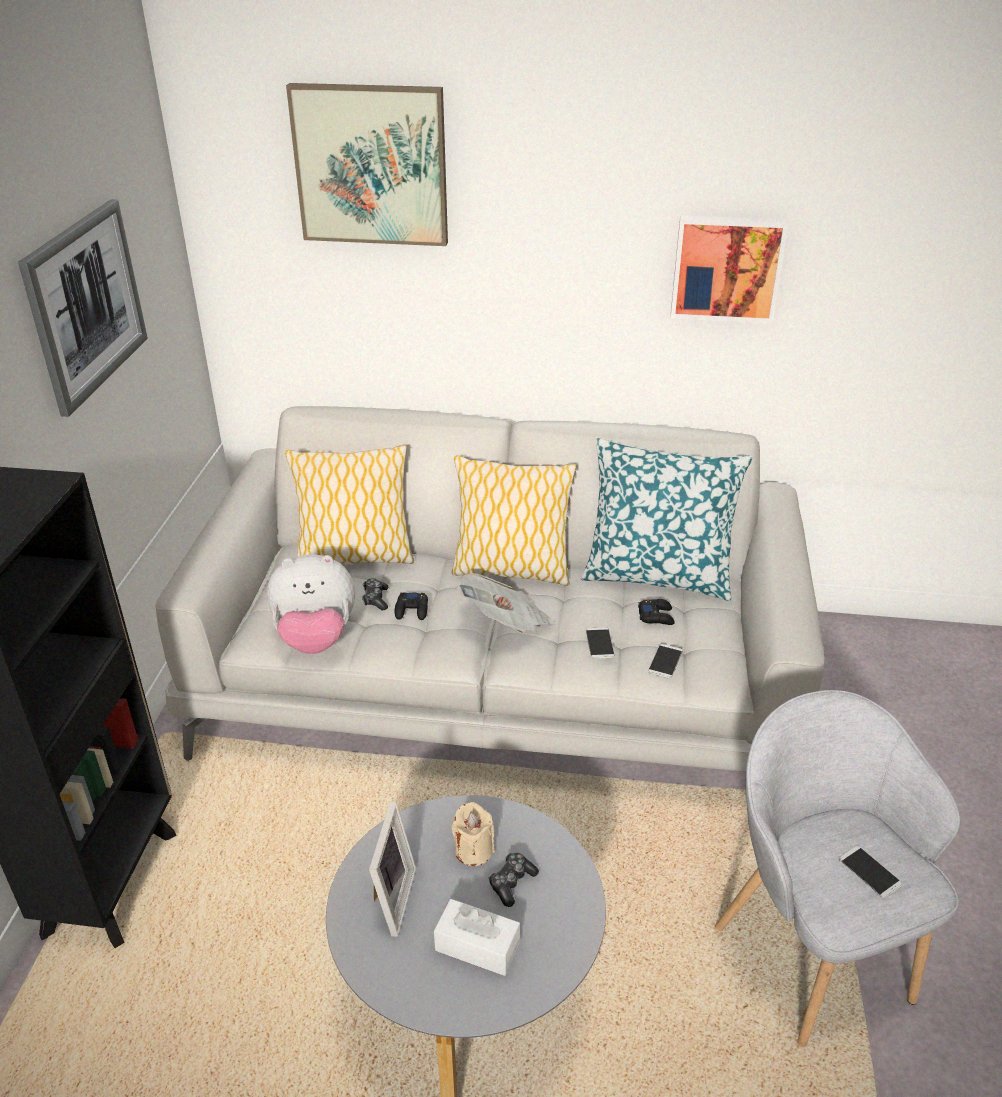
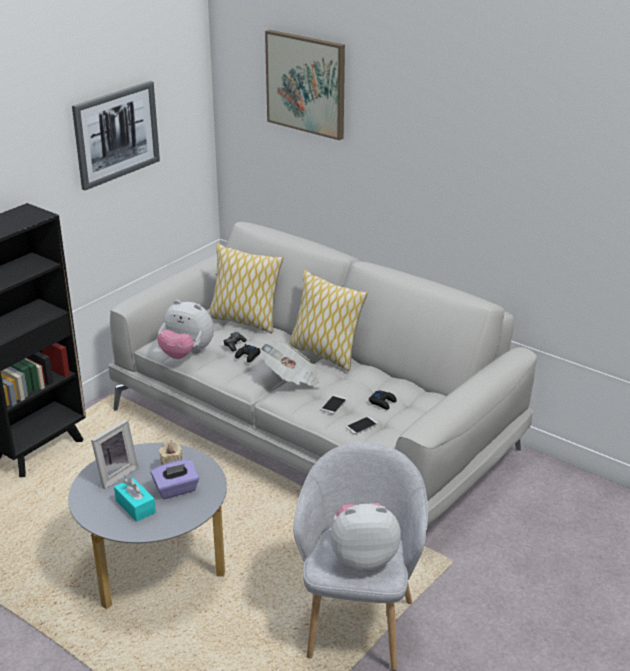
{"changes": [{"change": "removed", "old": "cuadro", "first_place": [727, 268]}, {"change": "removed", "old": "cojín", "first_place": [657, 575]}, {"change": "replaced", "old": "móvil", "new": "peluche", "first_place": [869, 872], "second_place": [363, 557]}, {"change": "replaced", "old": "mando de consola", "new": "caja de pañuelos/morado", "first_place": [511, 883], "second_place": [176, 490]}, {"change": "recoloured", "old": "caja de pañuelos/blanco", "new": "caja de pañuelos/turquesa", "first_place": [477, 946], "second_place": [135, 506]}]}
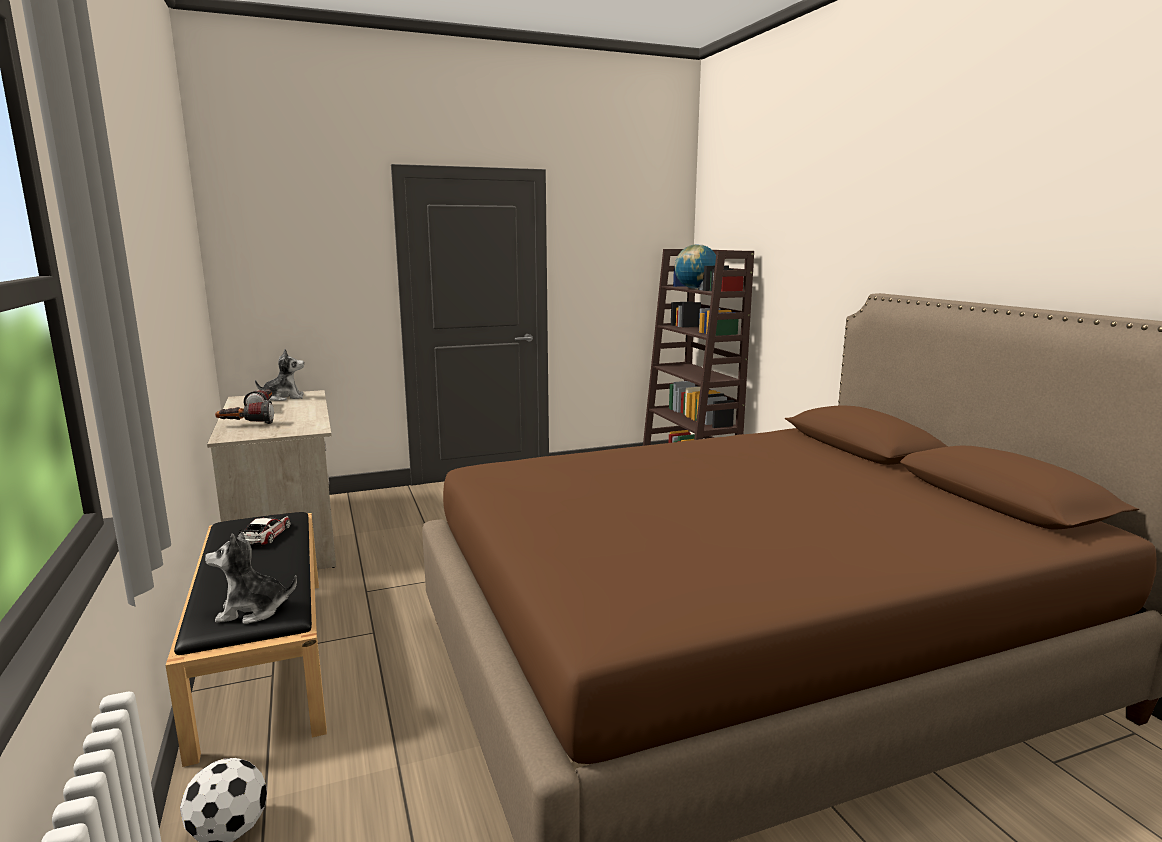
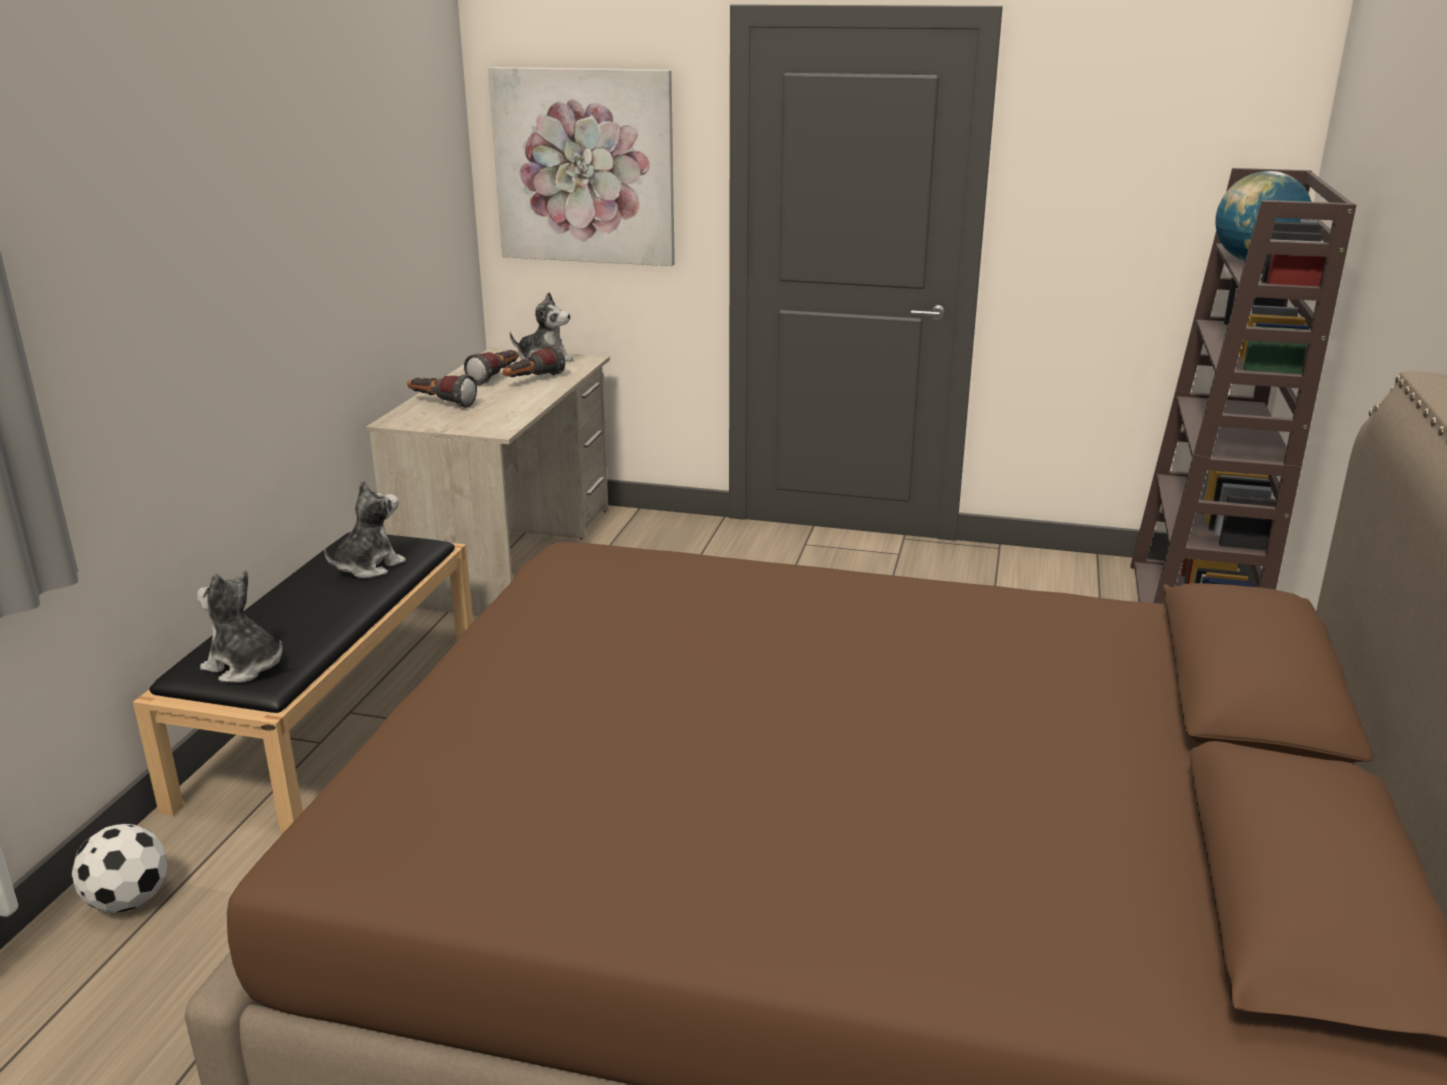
{"changes": [{"change": "replaced", "old": "coche de juguete", "new": "peluche", "first_place": [266, 535], "second_place": [368, 567]}, {"change": "added", "new": "cuadro", "second_place": [584, 167]}, {"change": "added", "new": "linterna", "second_place": [532, 380]}]}
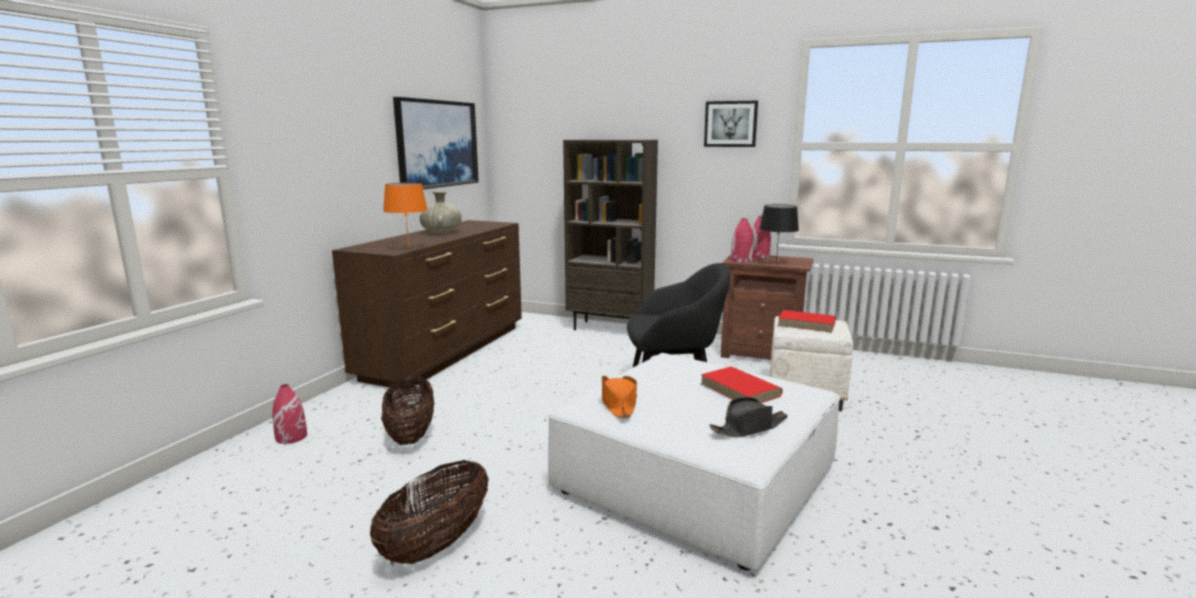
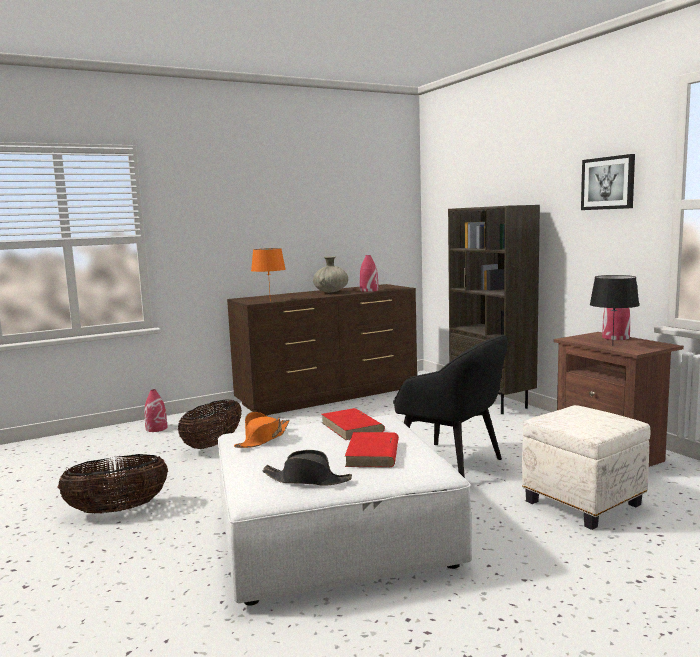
{"changes": [{"change": "removed", "old": "cuadro", "first_place": [437, 144]}, {"change": "moved", "old": "florero/rojo", "first_place": [741, 260], "second_place": [369, 290]}, {"change": "moved", "old": "libro/rojo", "first_place": [807, 324], "second_place": [352, 427]}]}
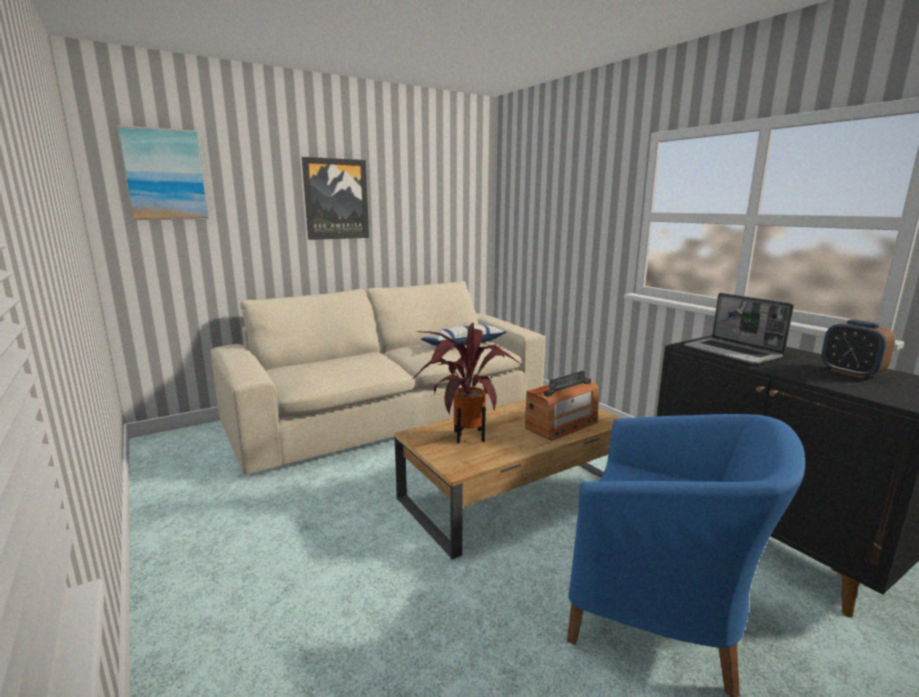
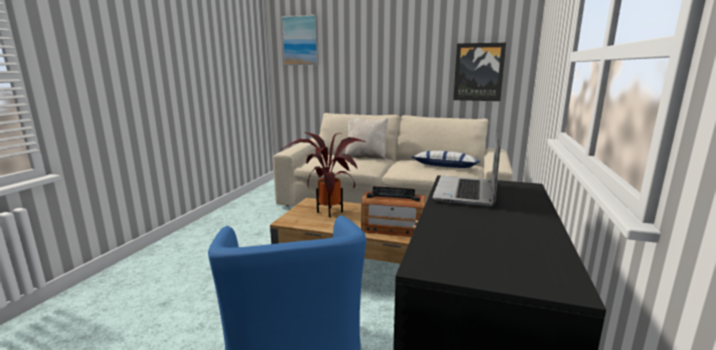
{"changes": [{"change": "moved", "old": "cuadro", "first_place": [336, 199], "second_place": [478, 72]}, {"change": "removed", "old": "despertador", "first_place": [850, 373]}, {"change": "added", "new": "cojín/beis", "second_place": [366, 157]}]}
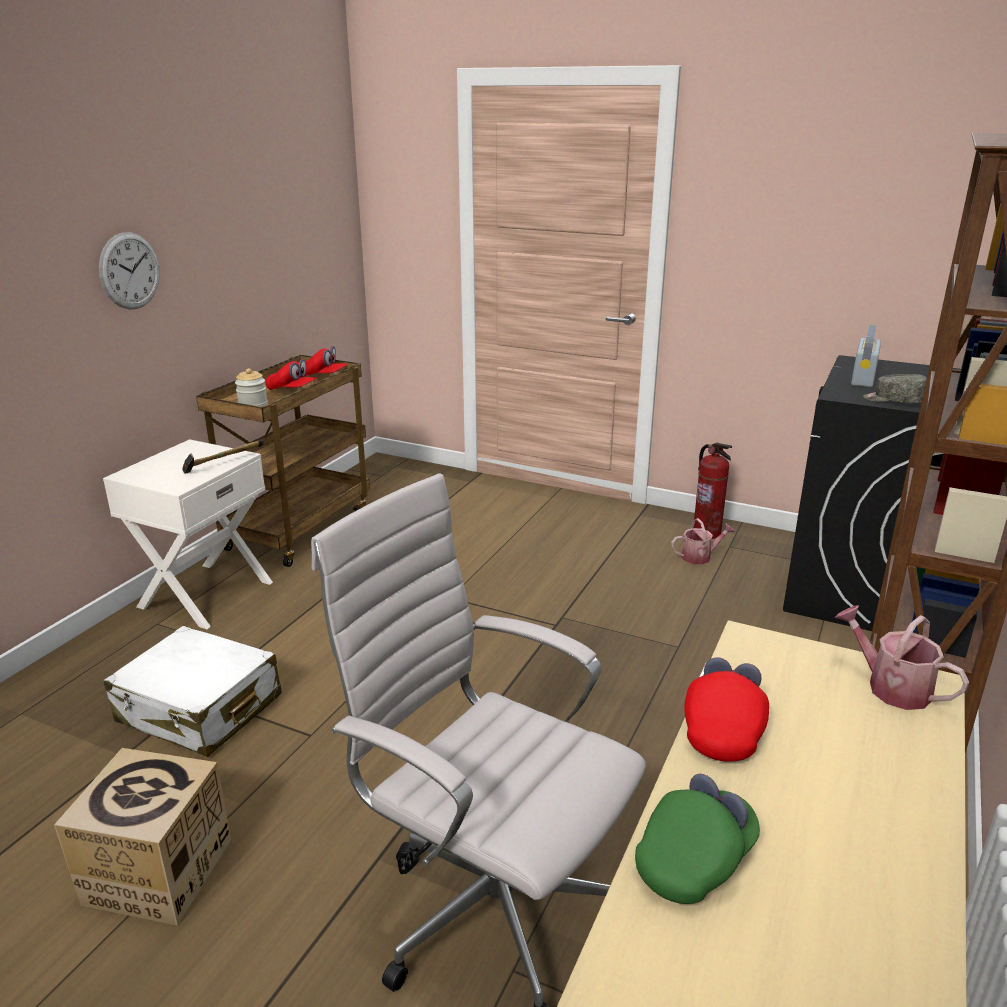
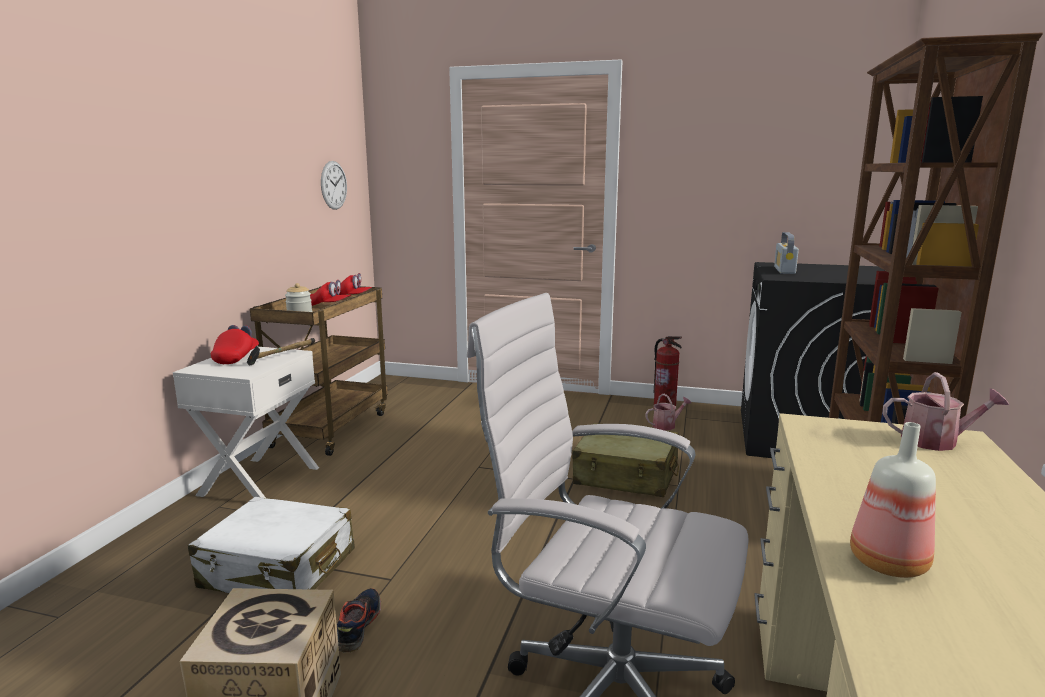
{"changes": [{"change": "moved", "old": "reloj de pared", "first_place": [130, 271], "second_place": [333, 185]}, {"change": "removed", "old": "gorra/gris", "first_place": [893, 401]}, {"change": "turned", "old": "regadera", "first_place": [890, 686], "second_place": [936, 441], "degrees": 150}, {"change": "moved", "old": "gorra/rojo", "first_place": [723, 729], "second_place": [236, 358]}, {"change": "replaced", "old": "gorra/verde", "new": "botella", "first_place": [695, 860], "second_place": [885, 563]}, {"change": "added", "new": "maleta/beis", "second_place": [626, 475]}, {"change": "added", "new": "zapato", "second_place": [358, 626]}]}
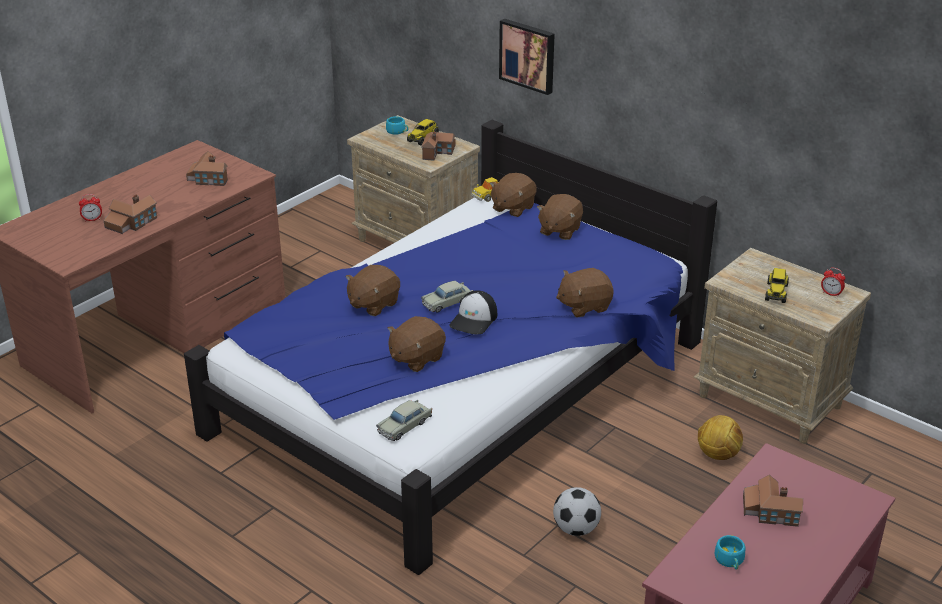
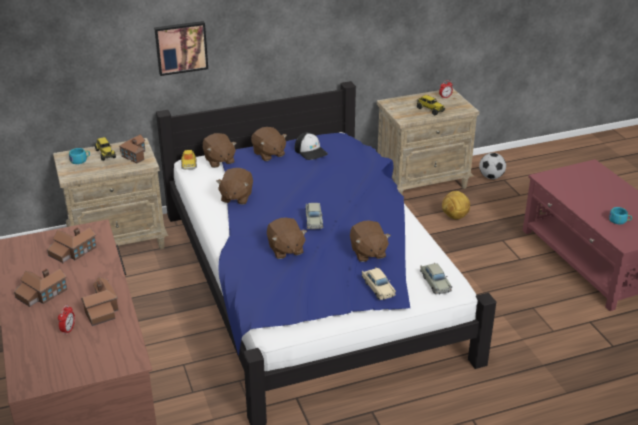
{"changes": [{"change": "moved", "old": "peluche/marrón", "first_place": [584, 306], "second_place": [236, 197]}, {"change": "moved", "old": "gorra", "first_place": [474, 320], "second_place": [311, 151]}, {"change": "moved", "old": "casita", "first_place": [770, 511], "second_place": [41, 294]}, {"change": "moved", "old": "balón de fútbol", "first_place": [576, 529], "second_place": [491, 177]}, {"change": "added", "new": "coche de juguete/beis", "second_place": [378, 288]}]}
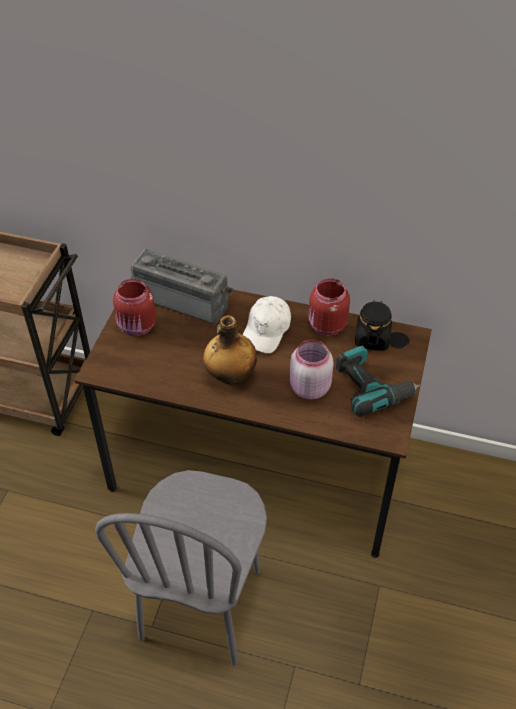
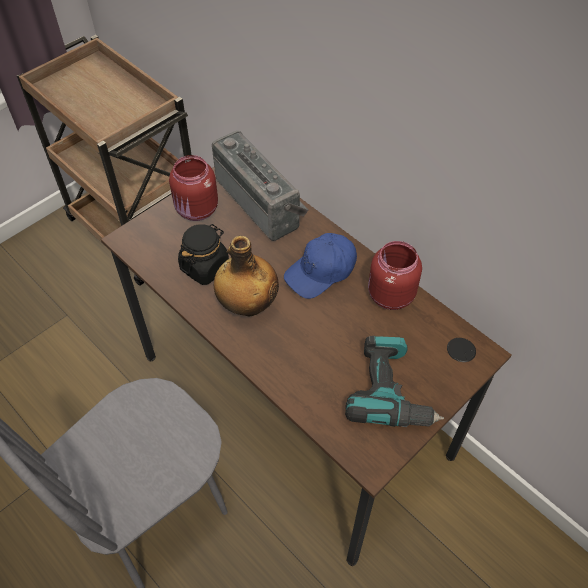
{"changes": [{"change": "recoloured", "old": "gorra/blanco", "new": "gorra/azul", "first_place": [266, 330], "second_place": [321, 271]}, {"change": "moved", "old": "tarro/negro", "first_place": [372, 338], "second_place": [205, 267]}, {"change": "removed", "old": "tarro/rosa", "first_place": [308, 387]}]}
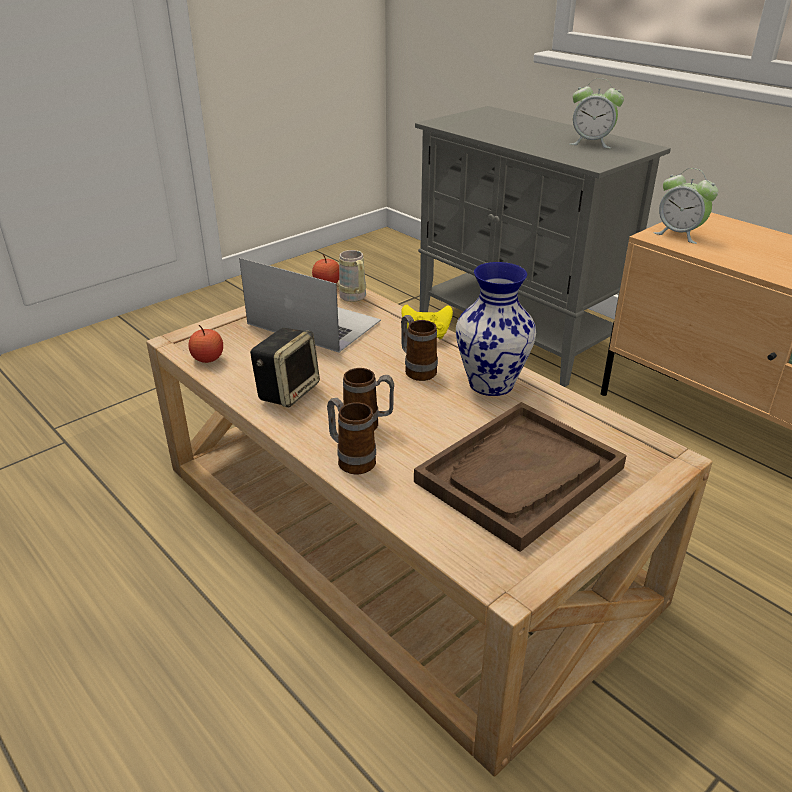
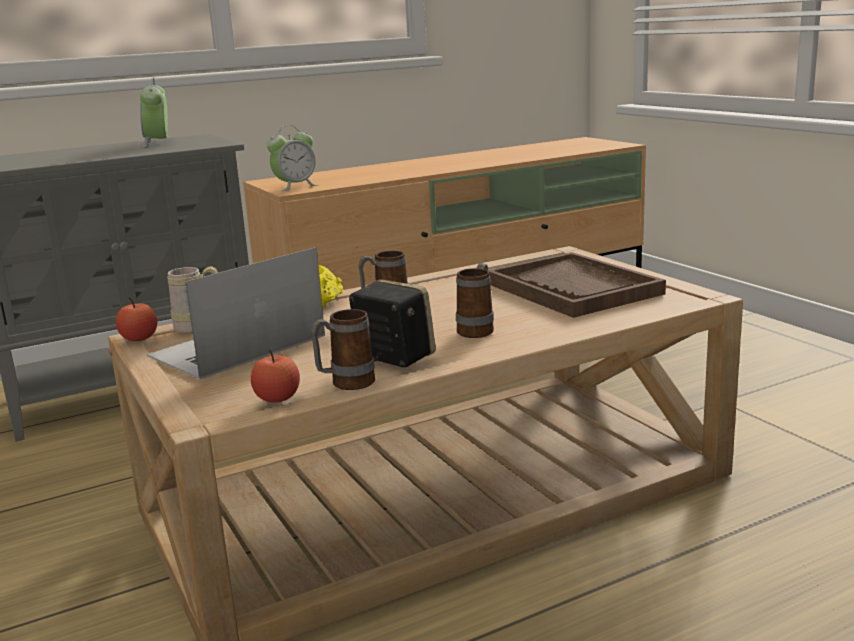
{"changes": [{"change": "turned", "old": "despertador", "first_place": [591, 143], "second_place": [158, 143], "degrees": 135}, {"change": "removed", "old": "florero", "first_place": [492, 384]}, {"change": "moved", "old": "taza grande", "first_place": [351, 459], "second_place": [345, 384]}]}
